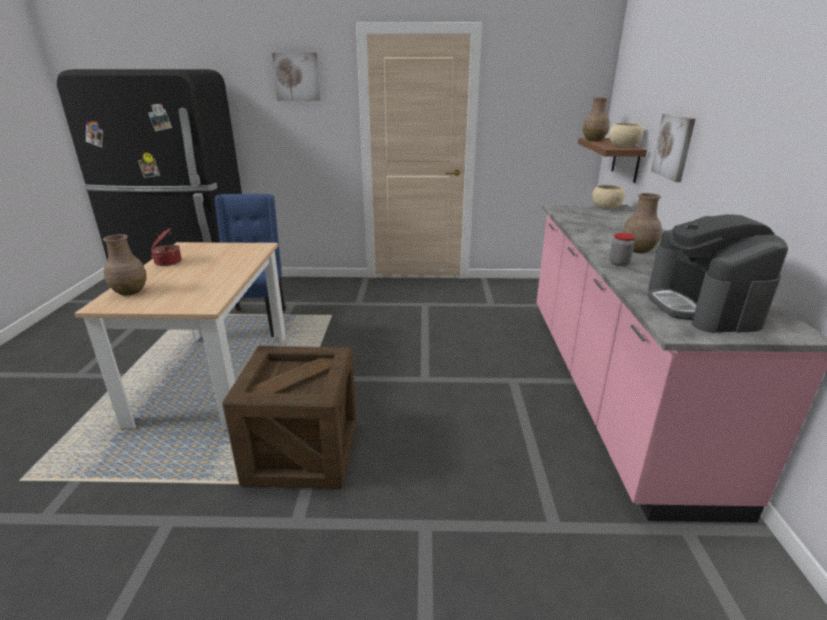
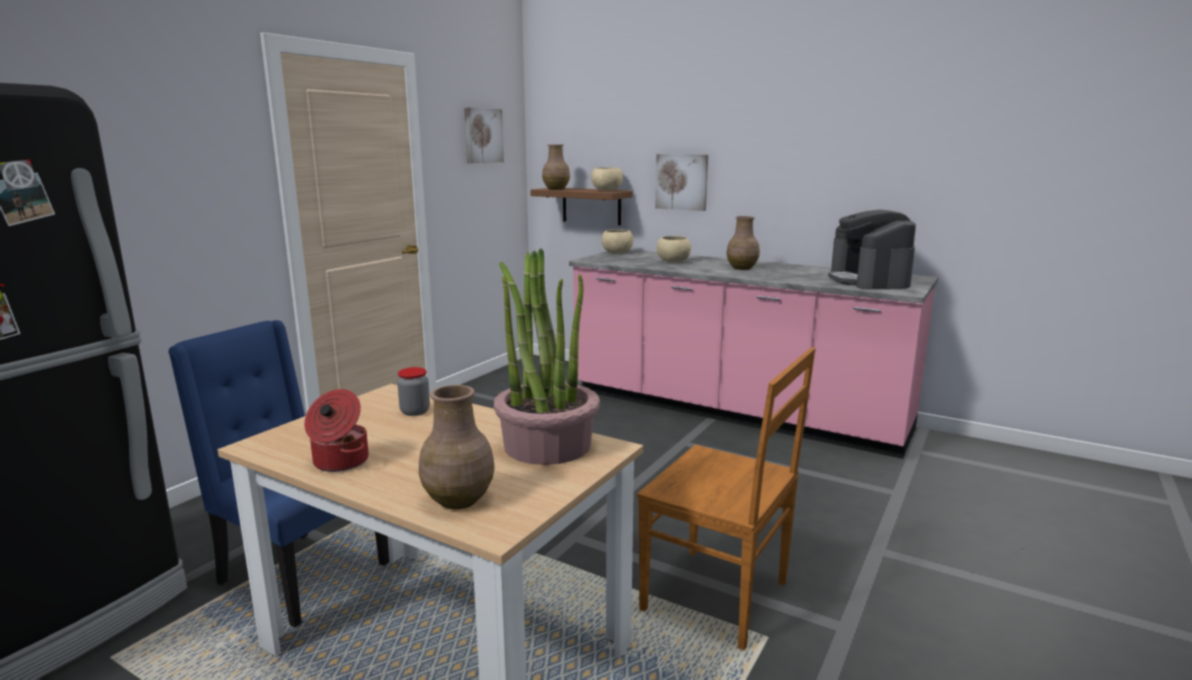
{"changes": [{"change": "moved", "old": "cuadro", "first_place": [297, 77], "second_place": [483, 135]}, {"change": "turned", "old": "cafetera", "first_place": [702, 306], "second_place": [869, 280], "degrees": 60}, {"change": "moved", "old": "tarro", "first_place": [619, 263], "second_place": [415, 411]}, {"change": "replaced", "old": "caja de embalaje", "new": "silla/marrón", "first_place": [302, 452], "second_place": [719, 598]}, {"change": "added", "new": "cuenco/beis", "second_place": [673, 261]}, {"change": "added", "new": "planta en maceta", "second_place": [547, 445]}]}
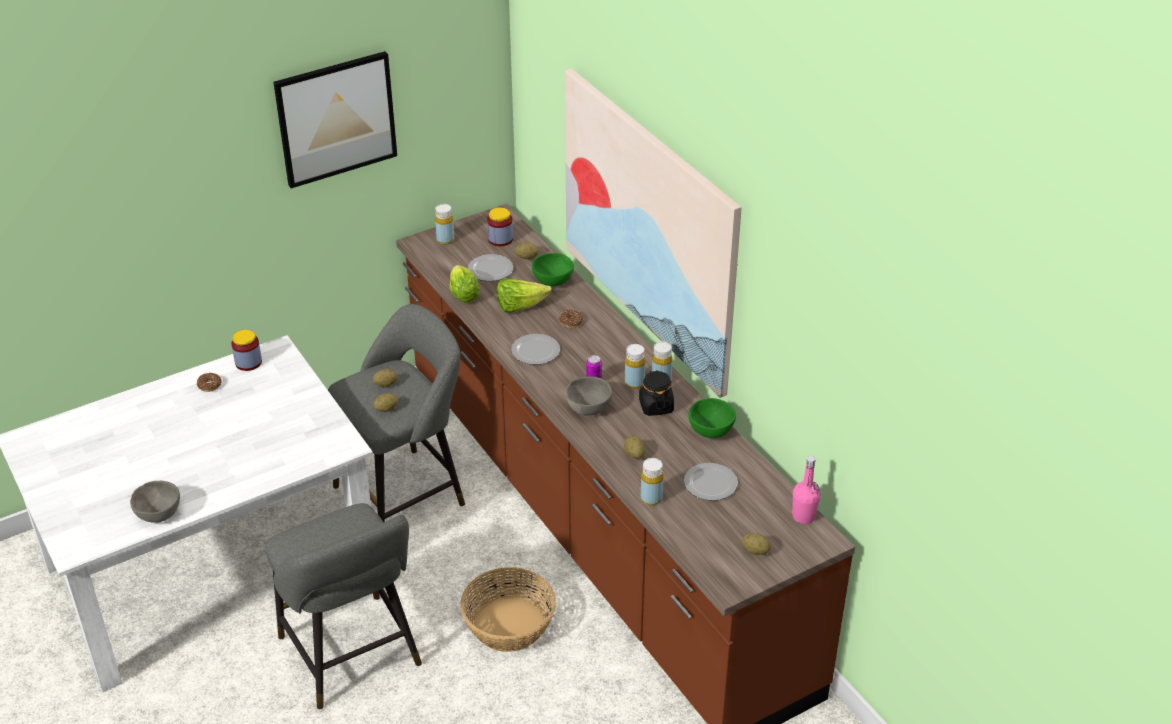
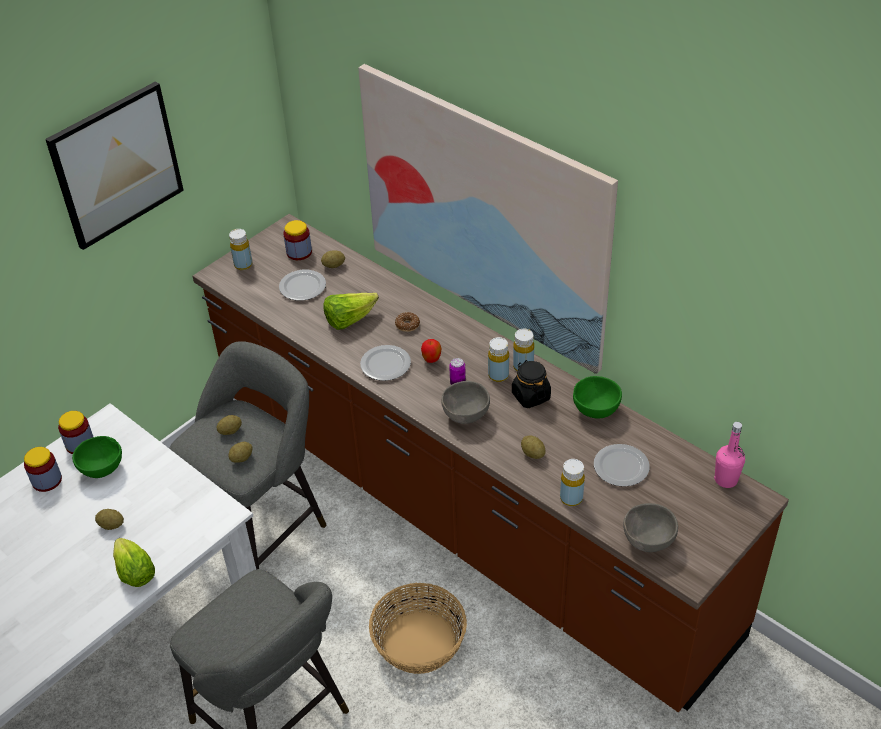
{"changes": [{"change": "moved", "old": "cuenco/verde", "first_place": [553, 282], "second_place": [103, 469]}, {"change": "moved", "old": "lechuga", "first_place": [463, 293], "second_place": [134, 571]}, {"change": "replaced", "old": "rosquilla", "new": "tarro", "first_place": [209, 385], "second_place": [47, 480]}, {"change": "moved", "old": "cuenco/gris", "first_place": [158, 514], "second_place": [647, 540]}, {"change": "moved", "old": "patata", "first_place": [755, 551], "second_place": [111, 525]}, {"change": "added", "new": "manzana", "second_place": [431, 360]}]}
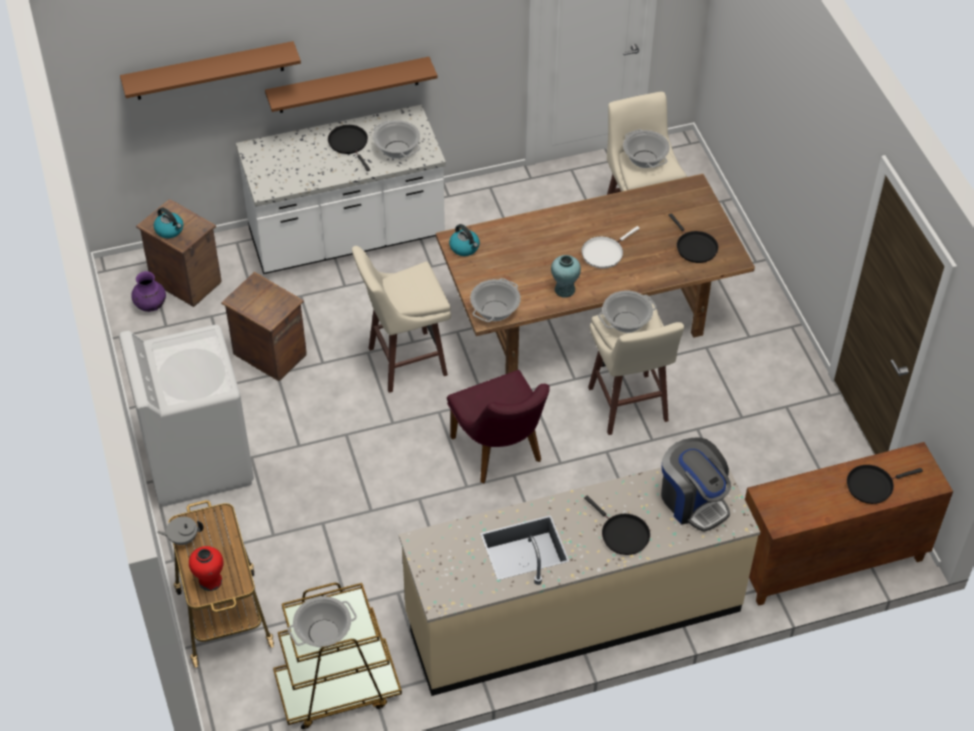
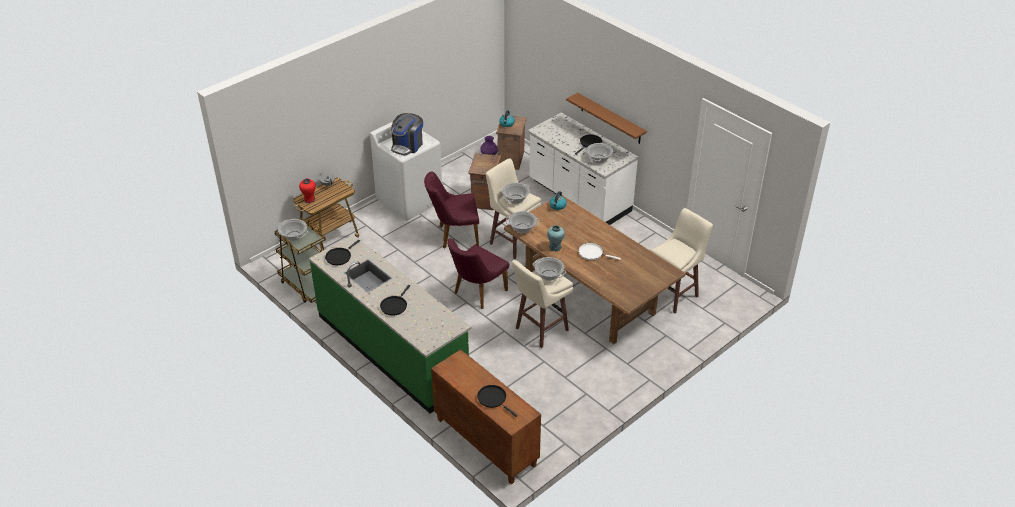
{"changes": [{"change": "removed", "old": "estante/marrón", "first_place": [209, 71]}, {"change": "moved", "old": "olla", "first_place": [644, 159], "second_place": [515, 199]}, {"change": "moved", "old": "sartén/negro", "first_place": [694, 247], "second_place": [339, 257]}, {"change": "moved", "old": "cafetera", "first_place": [693, 501], "second_place": [407, 146]}, {"change": "recoloured", "old": "mueble bajo de cocina/beis", "new": "mueble bajo de cocina/verde", "first_place": [573, 613], "second_place": [393, 350]}, {"change": "added", "new": "silla/morado", "second_place": [454, 235]}]}
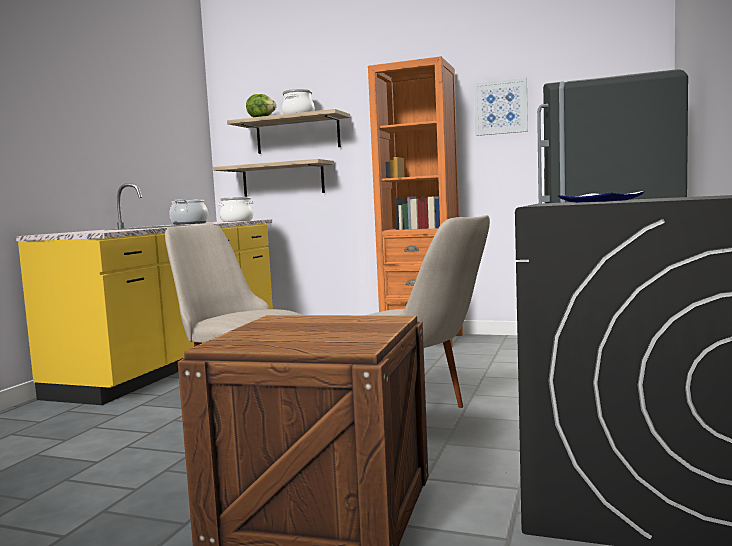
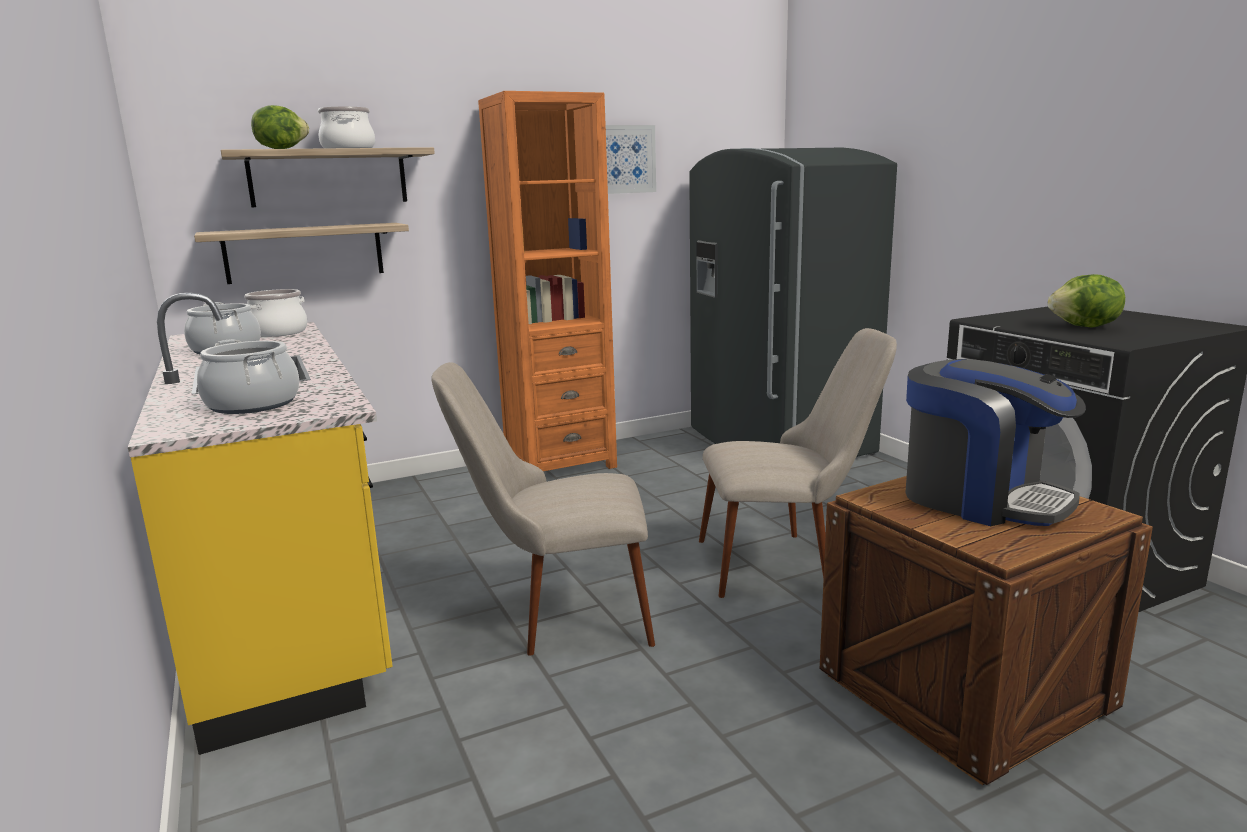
{"changes": [{"change": "replaced", "old": "plato", "new": "lechuga", "first_place": [600, 201], "second_place": [1085, 327]}, {"change": "added", "new": "olla", "second_place": [252, 404]}, {"change": "added", "new": "cafetera", "second_place": [981, 499]}]}
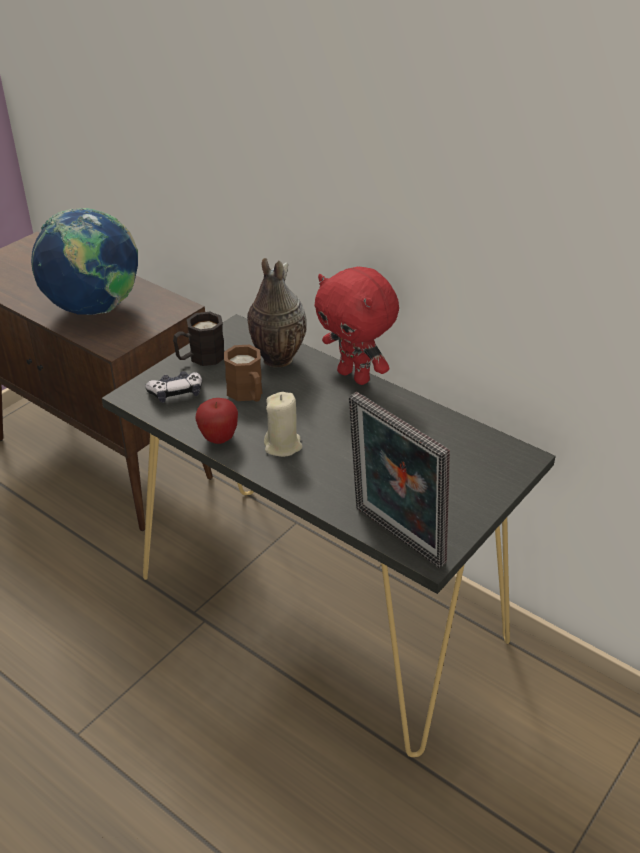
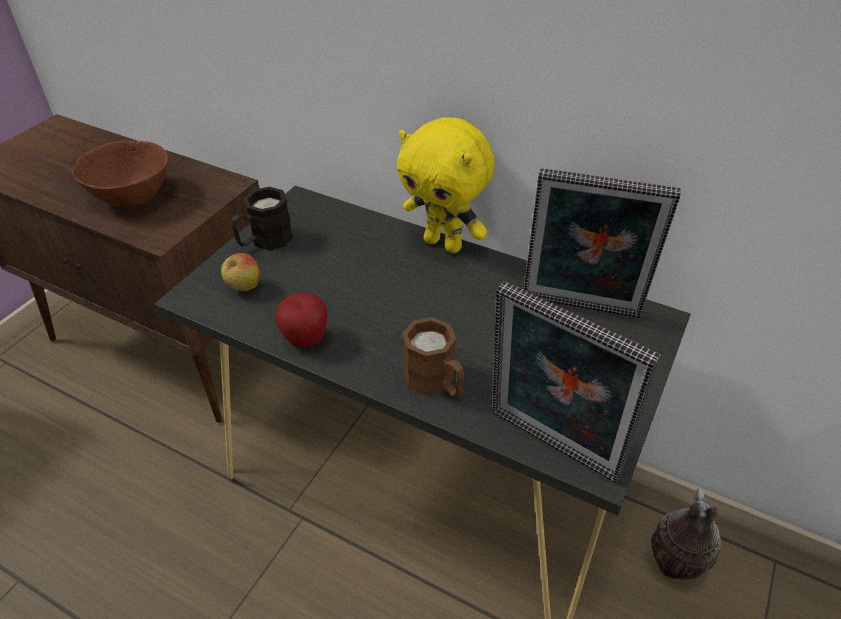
{"changes": [{"change": "replaced", "old": "globo terráqueo", "new": "cuenco/marrón", "first_place": [95, 310], "second_place": [132, 196]}, {"change": "moved", "old": "florero", "first_place": [275, 359], "second_place": [671, 565]}, {"change": "recoloured", "old": "peluche/rojo", "new": "peluche/amarillo", "first_place": [355, 376], "second_place": [444, 244]}, {"change": "moved", "old": "taza grande/marrón", "first_place": [248, 394], "second_place": [436, 382]}, {"change": "replaced", "old": "mando de consola", "new": "manzana", "first_place": [176, 393], "second_place": [244, 287]}, {"change": "removed", "old": "vela/beis", "first_place": [283, 445]}, {"change": "added", "new": "portarretratos", "second_place": [579, 309]}]}
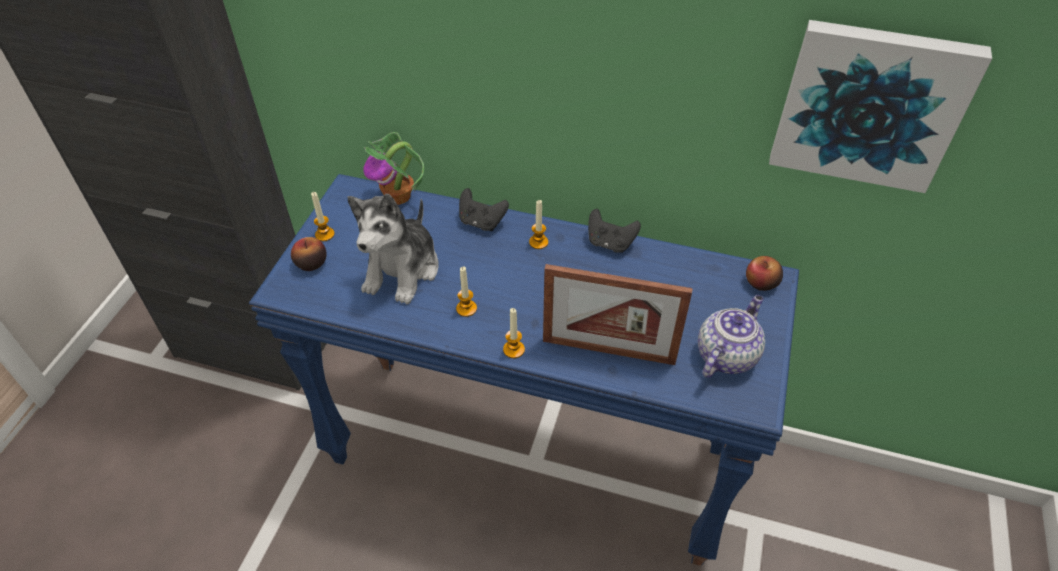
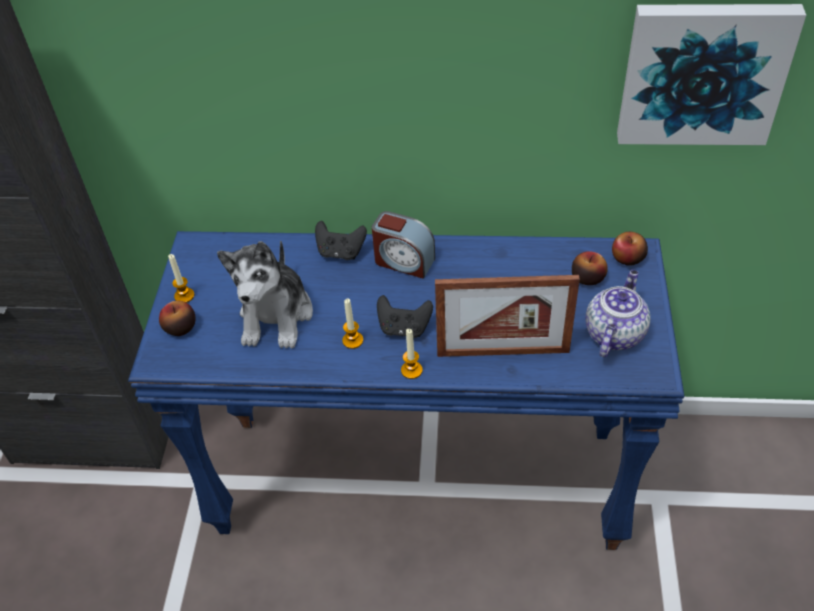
{"changes": [{"change": "removed", "old": "planta en maceta", "first_place": [399, 197]}, {"change": "replaced", "old": "vela", "new": "despertador", "first_place": [538, 242], "second_place": [403, 261]}, {"change": "moved", "old": "mando de consola/negro", "first_place": [610, 243], "second_place": [404, 328]}, {"change": "added", "new": "manzana", "second_place": [587, 277]}]}
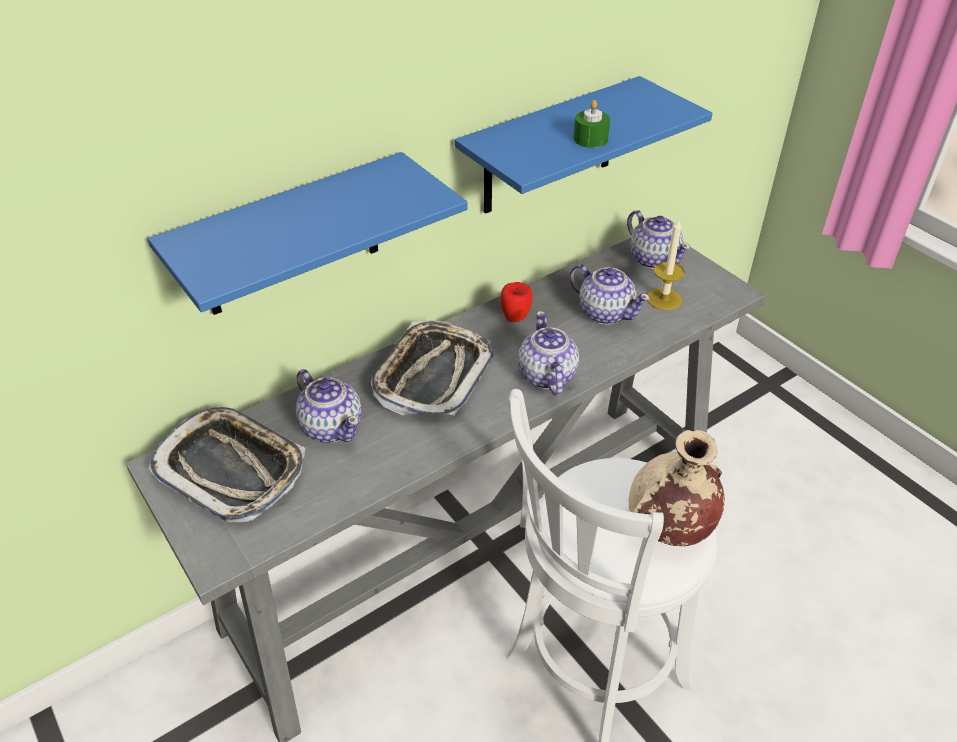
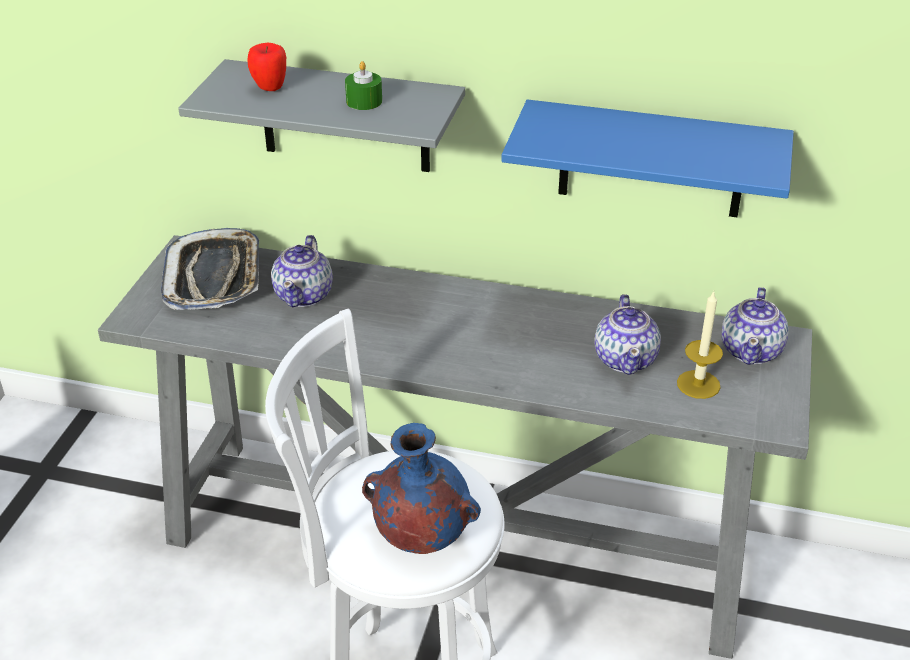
{"changes": [{"change": "moved", "old": "vela/verde", "first_place": [590, 139], "second_place": [364, 101]}, {"change": "recoloured", "old": "estante/azul", "new": "estante/gris", "first_place": [290, 237], "second_place": [345, 117]}, {"change": "moved", "old": "manzana", "first_place": [515, 318], "second_place": [270, 89]}, {"change": "removed", "old": "tetera", "first_place": [546, 376]}, {"change": "removed", "old": "bandeja", "first_place": [432, 375]}, {"change": "recoloured", "old": "florero/beis", "new": "florero/azul", "first_place": [668, 527], "second_place": [420, 536]}]}
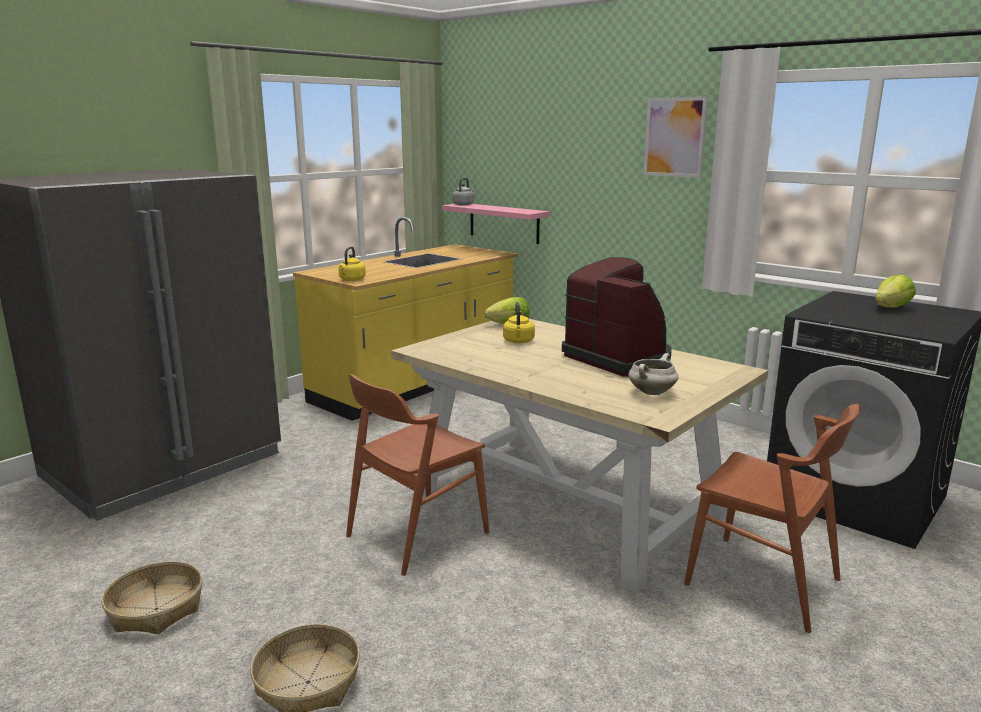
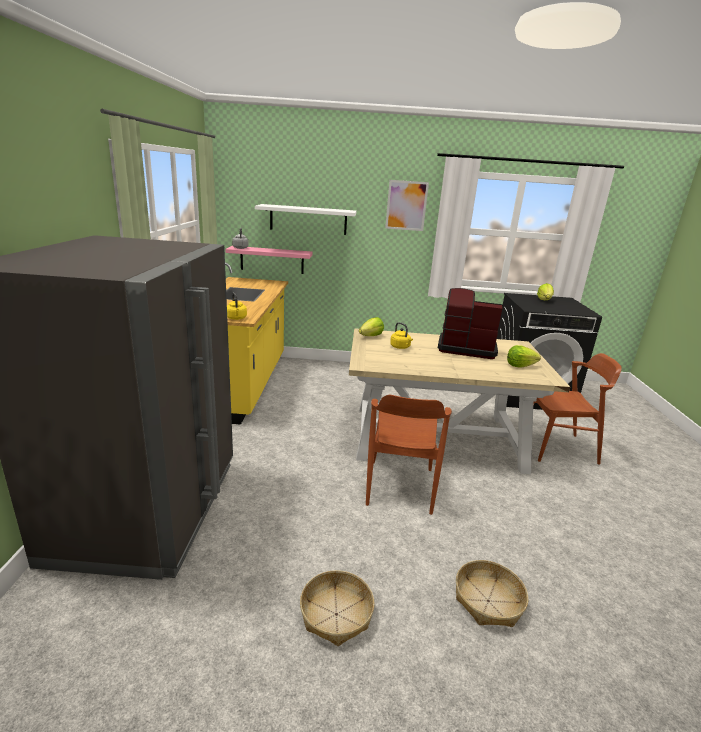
{"changes": [{"change": "replaced", "old": "olla/blanco", "new": "lechuga", "first_place": [651, 392], "second_place": [520, 366]}, {"change": "added", "new": "estante/blanco", "second_place": [308, 219]}]}
